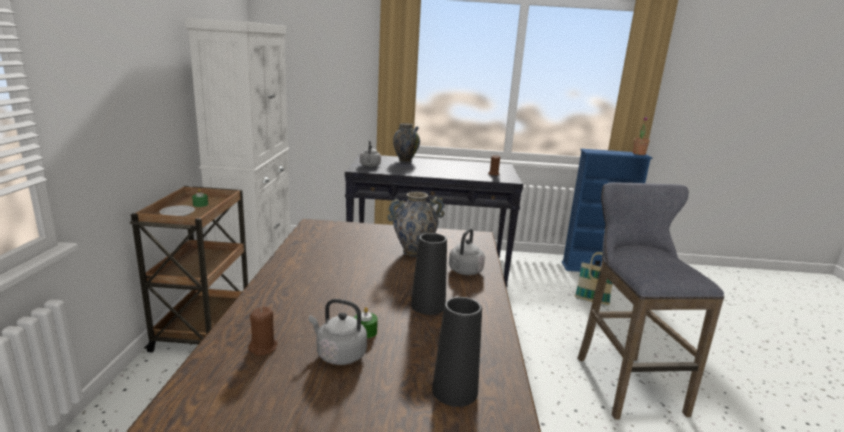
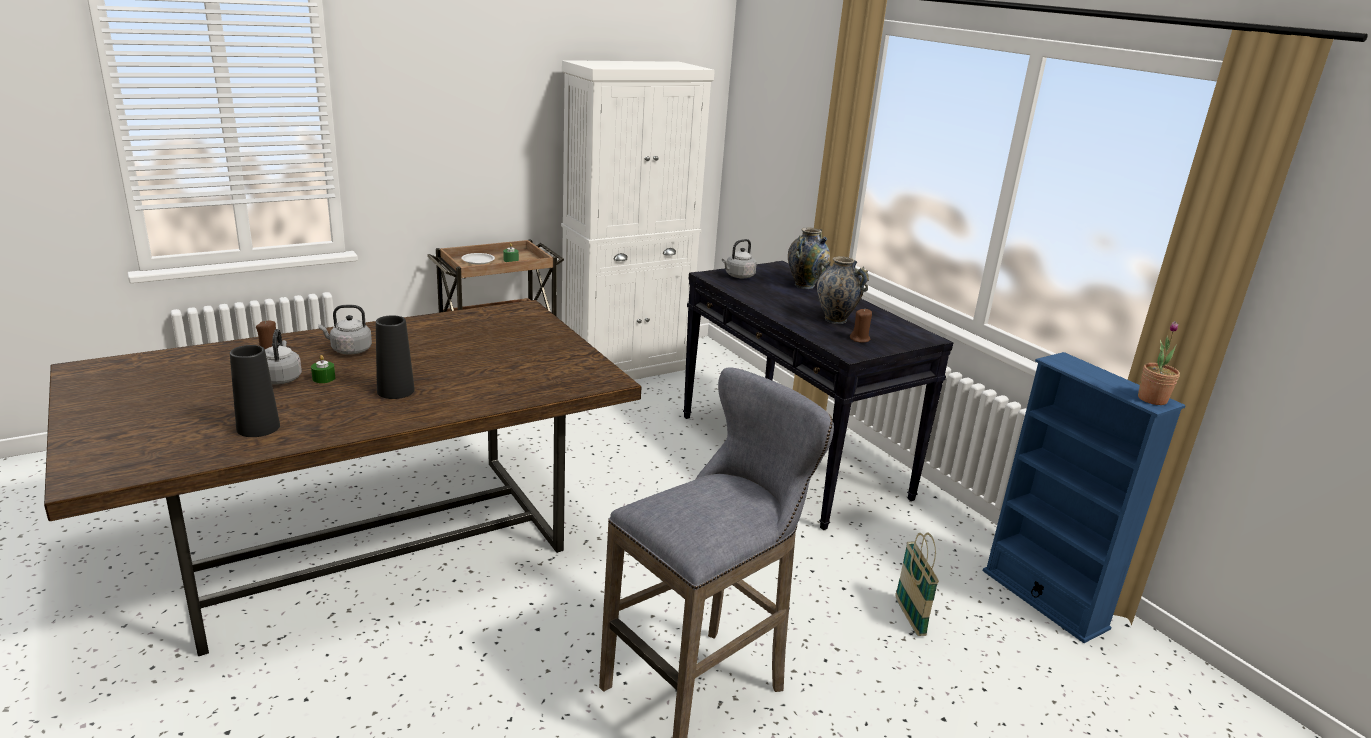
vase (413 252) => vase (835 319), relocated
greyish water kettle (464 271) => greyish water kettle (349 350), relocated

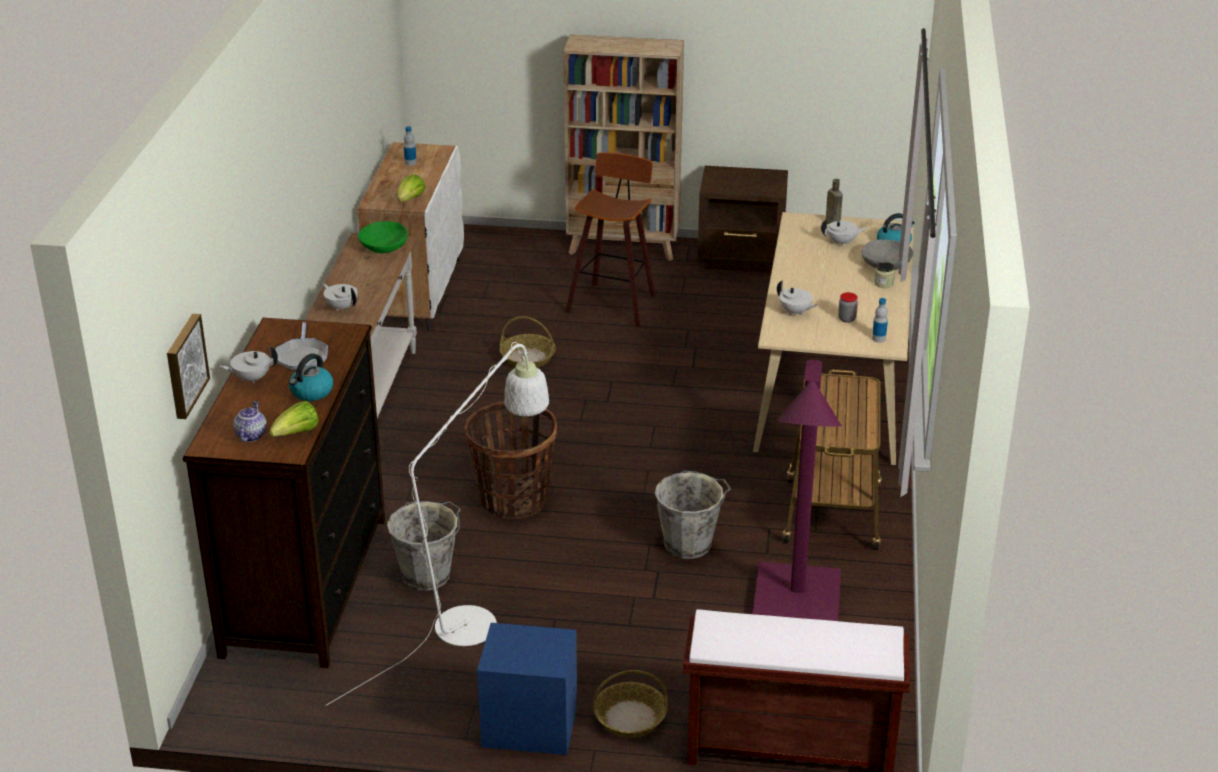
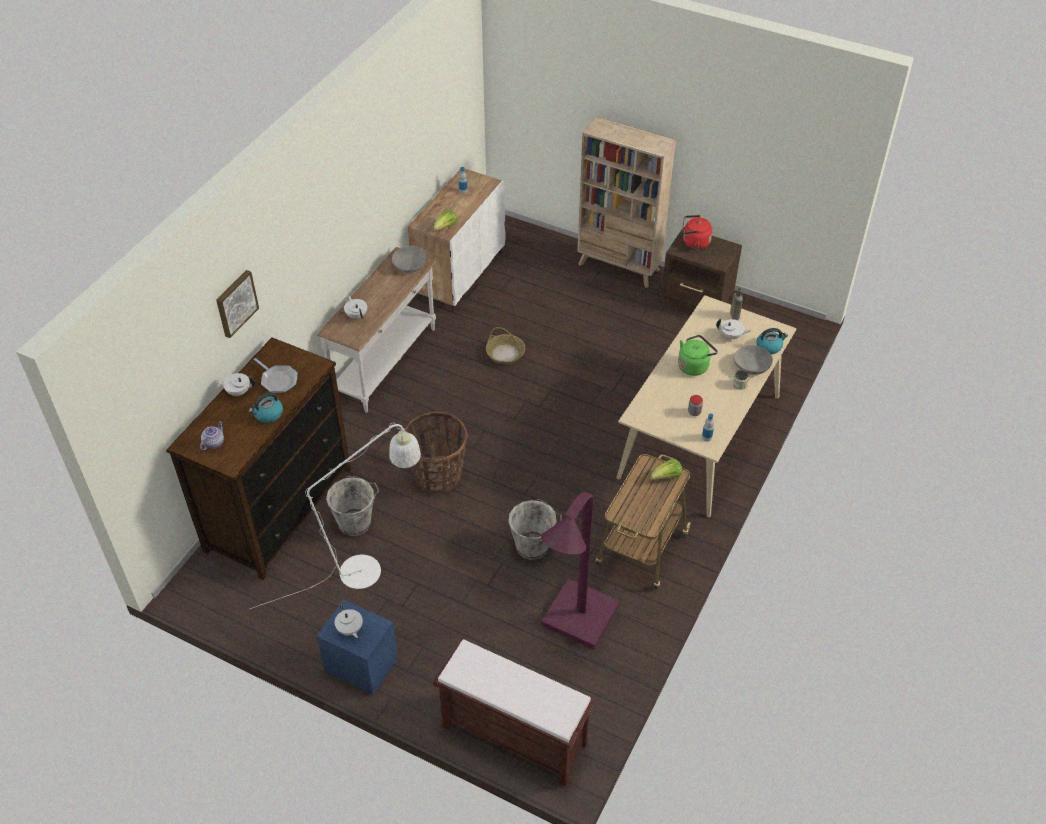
stool (613 302) => nothing
basket (629 718) => nothing
nothing => green water kettle (694 366)
nothing => red water kettle (694 242)
picture (184 365) => picture (235 303), relocated
head of lettuce (296 434) => head of lettuce (666 477), relocated
whitish pot for tea (795 312) => whitish pot for tea (350 629), relocated
green deep dish (384 247) => greyish deep dish (410 266)
frying pan (302 357) => frying pan (278 380), 60 degrees counterclockwise

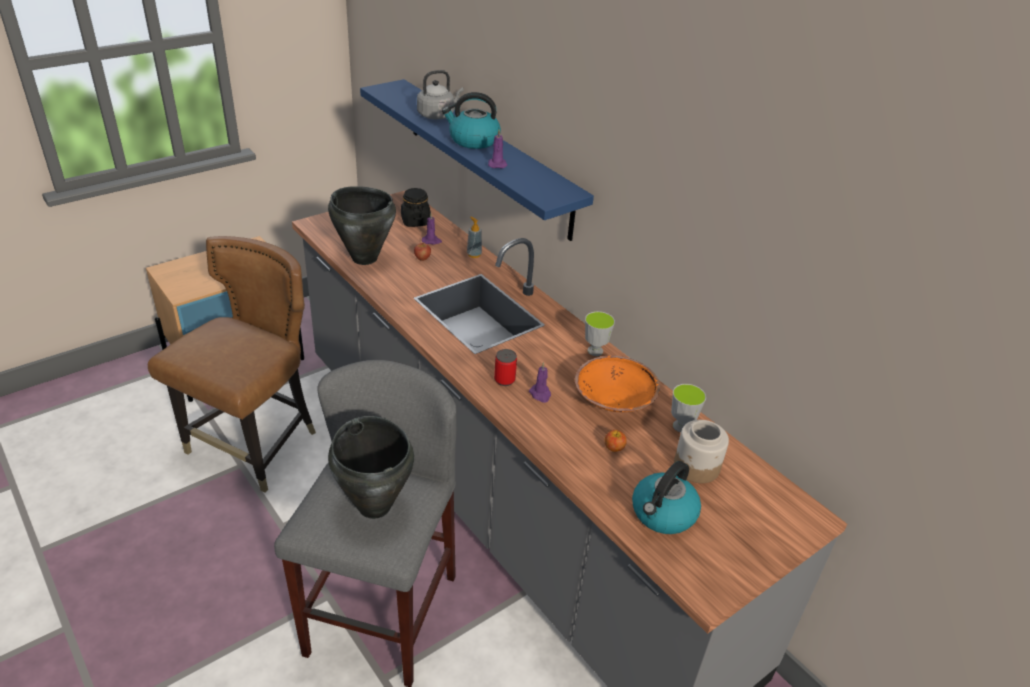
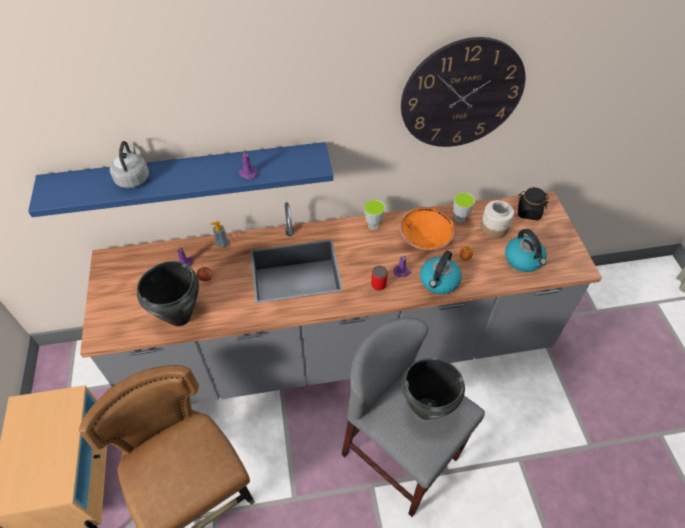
nothing => clock on the wall (462 95)
black-coloured jar (415 221) => black-coloured jar (528 212), relocated
water kettle (473 140) => water kettle (439 281), relocated

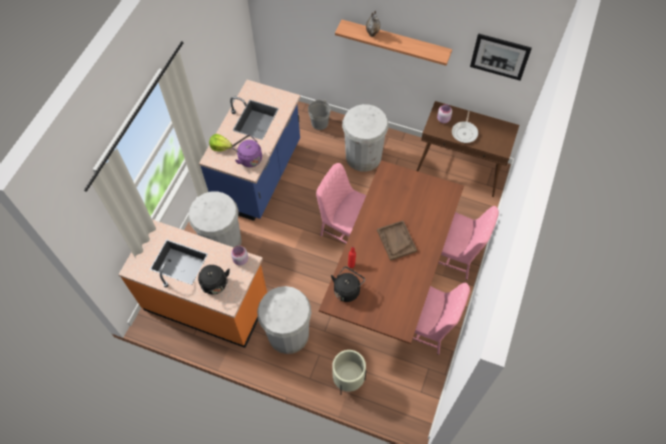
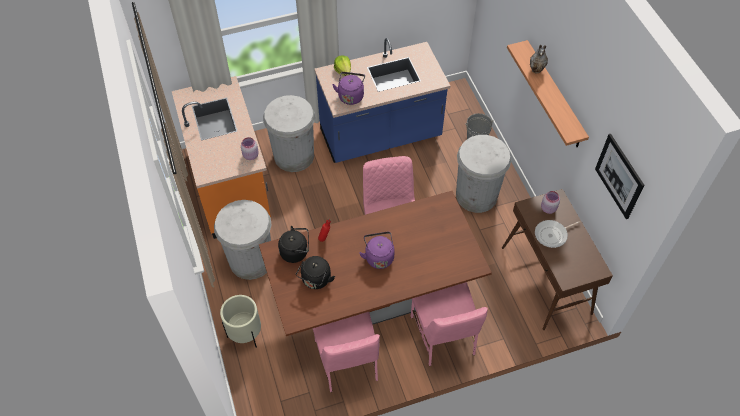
black-coloured water kettle (215 285) => black-coloured water kettle (315 280), relocated
brown tray (396 241) => purplish water kettle (378 256)

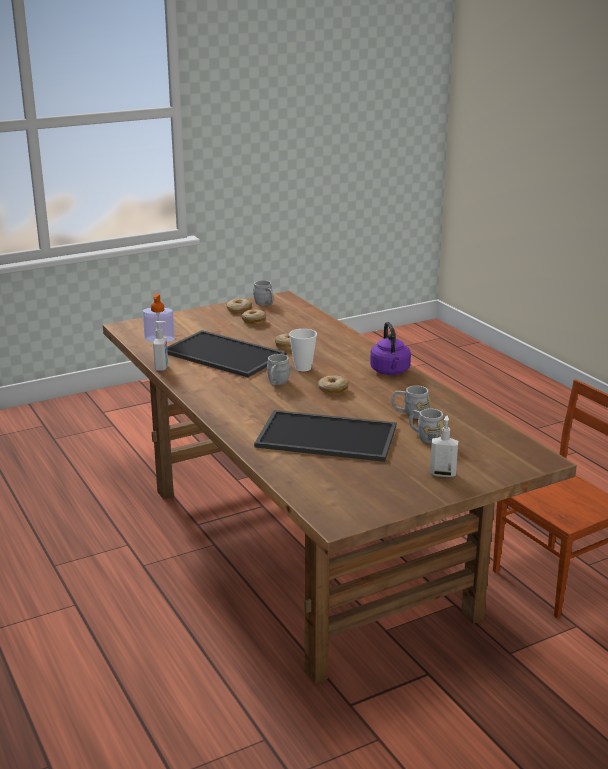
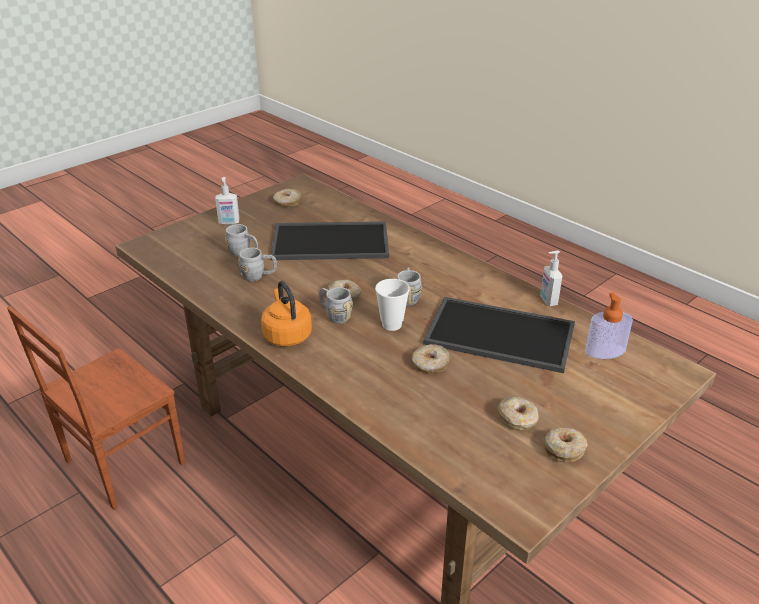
nothing => donut (287 202)
greyish coffee mug (265 304) => greyish coffee mug (334 315), relocated
purplish water kettle (390 371) => orangey water kettle (286 335)

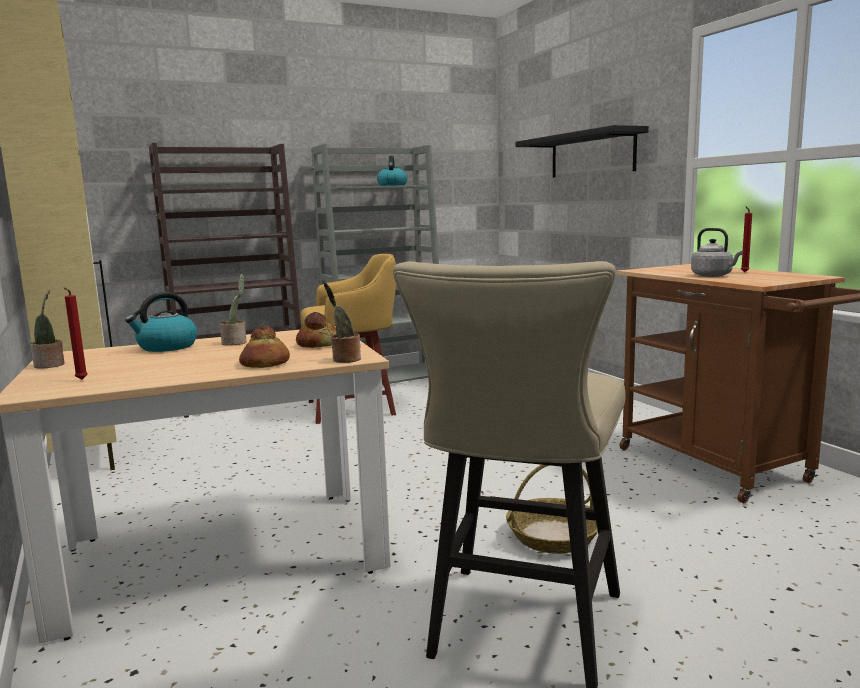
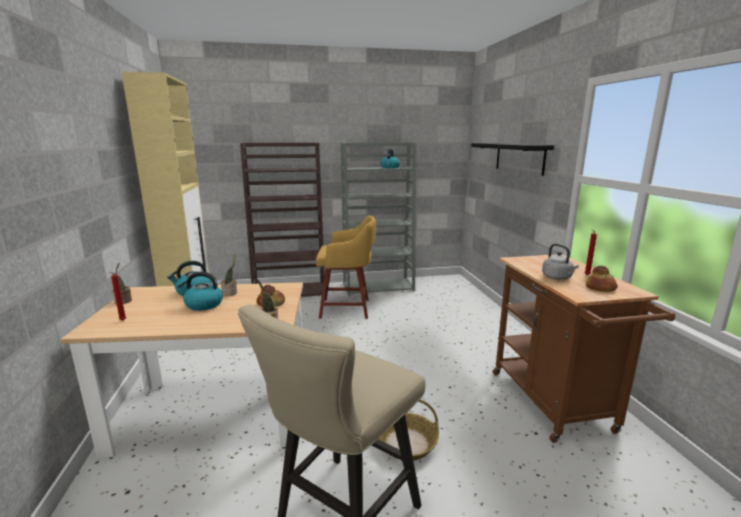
nothing => water kettle (203 305)
bread (266 364) => bread (600 288), relocated

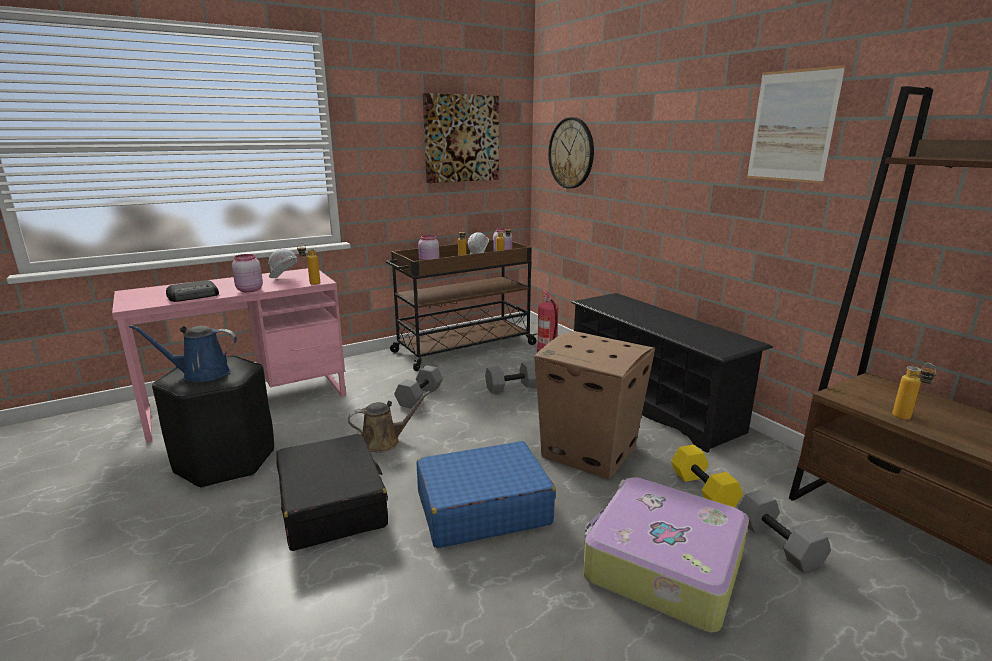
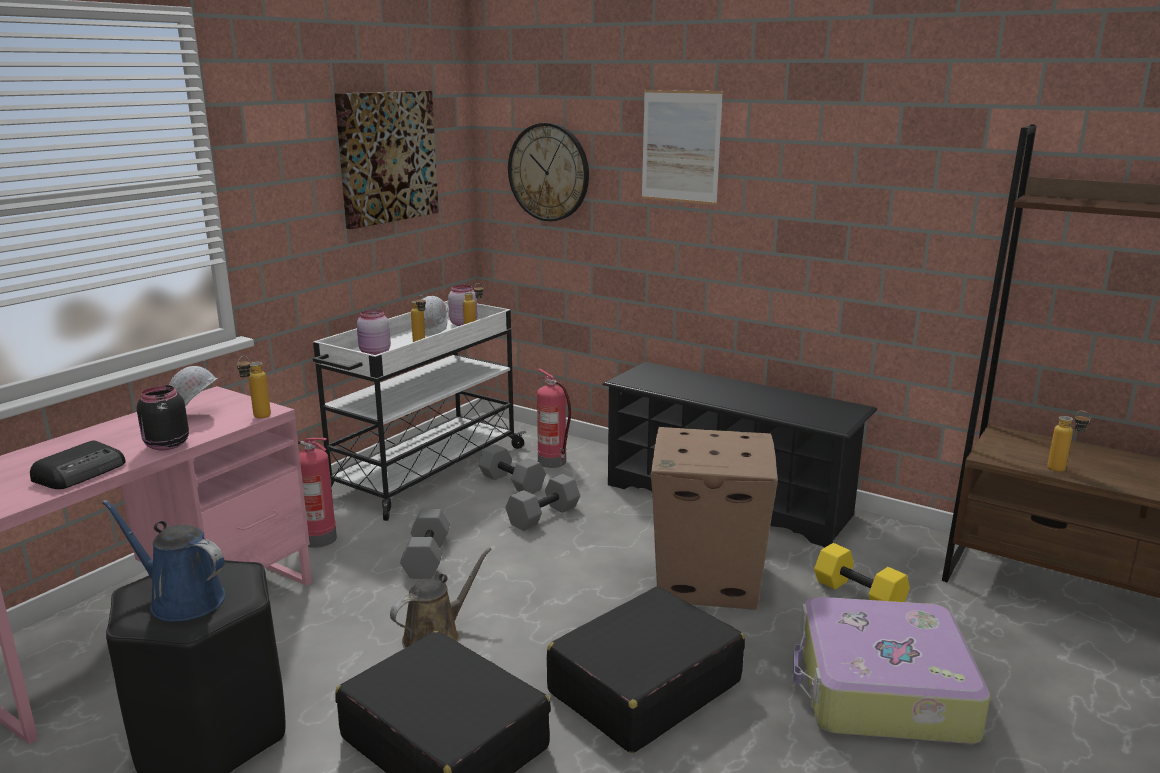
nothing => fire extinguisher (317 538)
greyish dumbbell (780 544) => greyish dumbbell (513 482), relocated
picture (792 126) => picture (680 147), relocated
pink jar (249 290) => black-coloured jar (166 445)
brown wheeled cart (462 348) => whitish wheeled cart (425 472)
blue-coloured piece of luggage (482 508) => black-coloured piece of luggage (644 687)
blue-coloured watering can (201 374) => blue-coloured watering can (181 600), 60 degrees clockwise

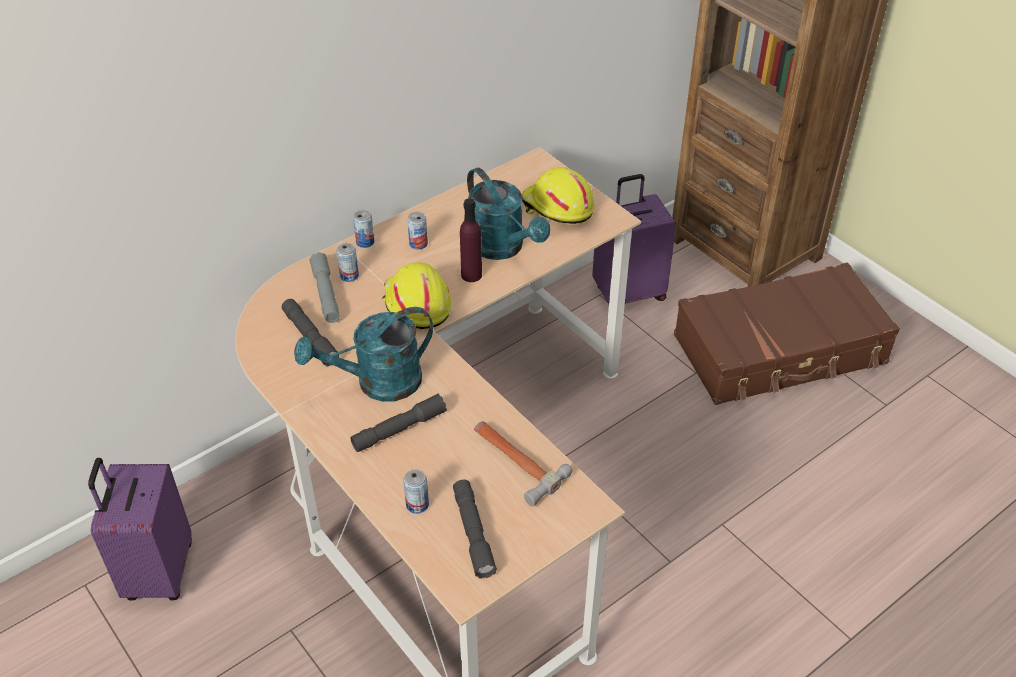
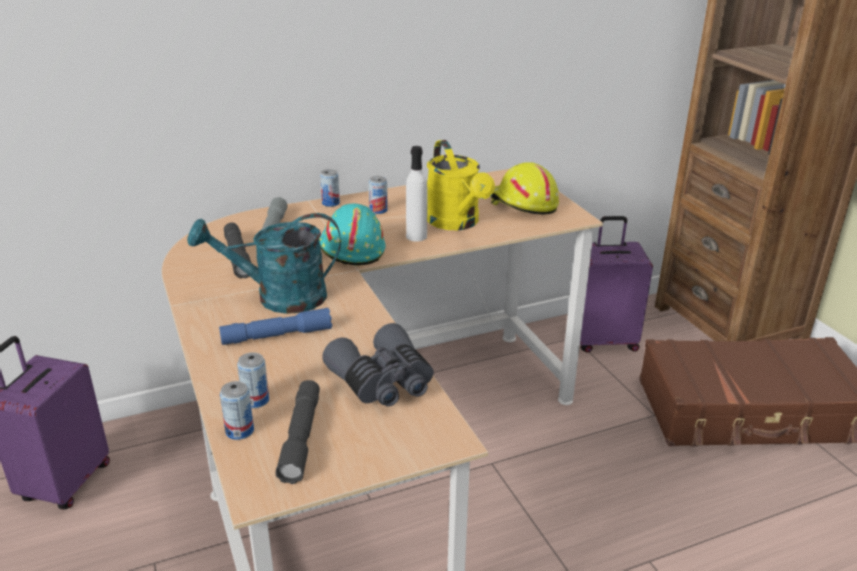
sealed can (349 276) => sealed can (239 431), relocated
hand hammer (515 461) => greyish pair of binoculars (383 382)
greyish flashlight (399 429) => blue-coloured flashlight (277 335)
yellow hard hat (415 304) => turquoise-coloured hard hat (351 248)
purplish beverage bottle (471 275) => whitish beverage bottle (416 236)
turquoise-coloured watering can (503 248) => yellow watering can (457 223)

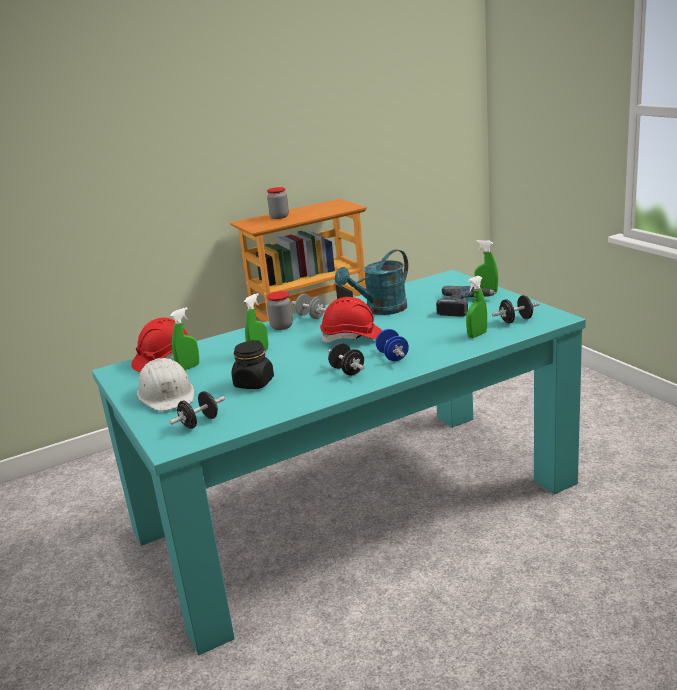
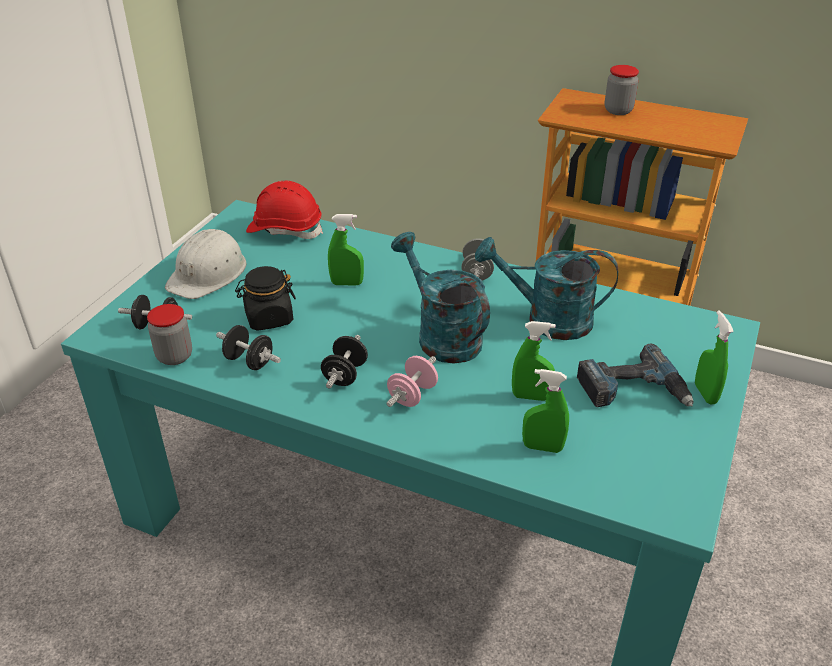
green sprayer (188 368) => green sprayer (531 396), relocated
jar (281 326) => jar (174 356), relocated
black-coloured dumbbell (516 320) => black-coloured dumbbell (249 361), relocated
red hard hat (352 338) => turquoise-coloured watering can (441 335)
blue-coloured dumbbell (392 356) => pink dumbbell (412 395)

